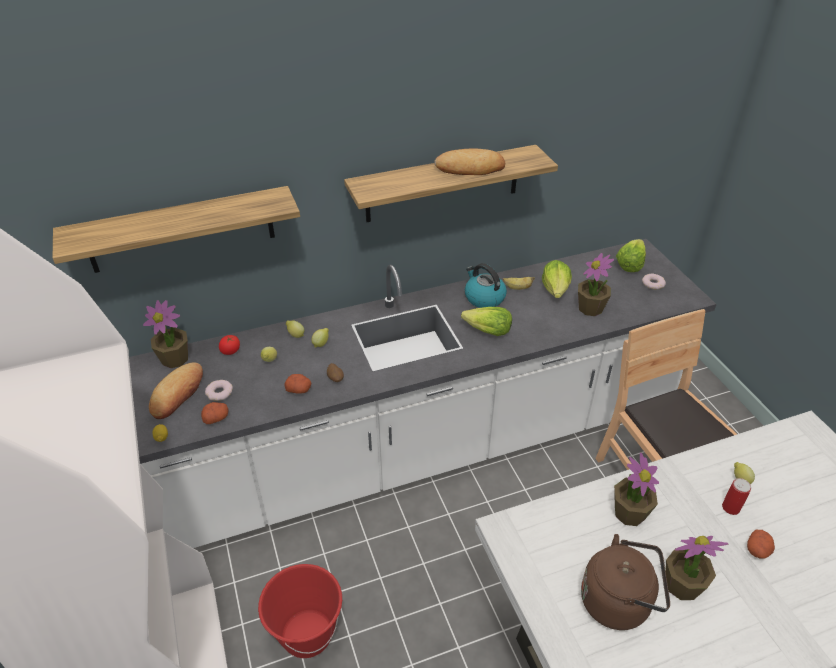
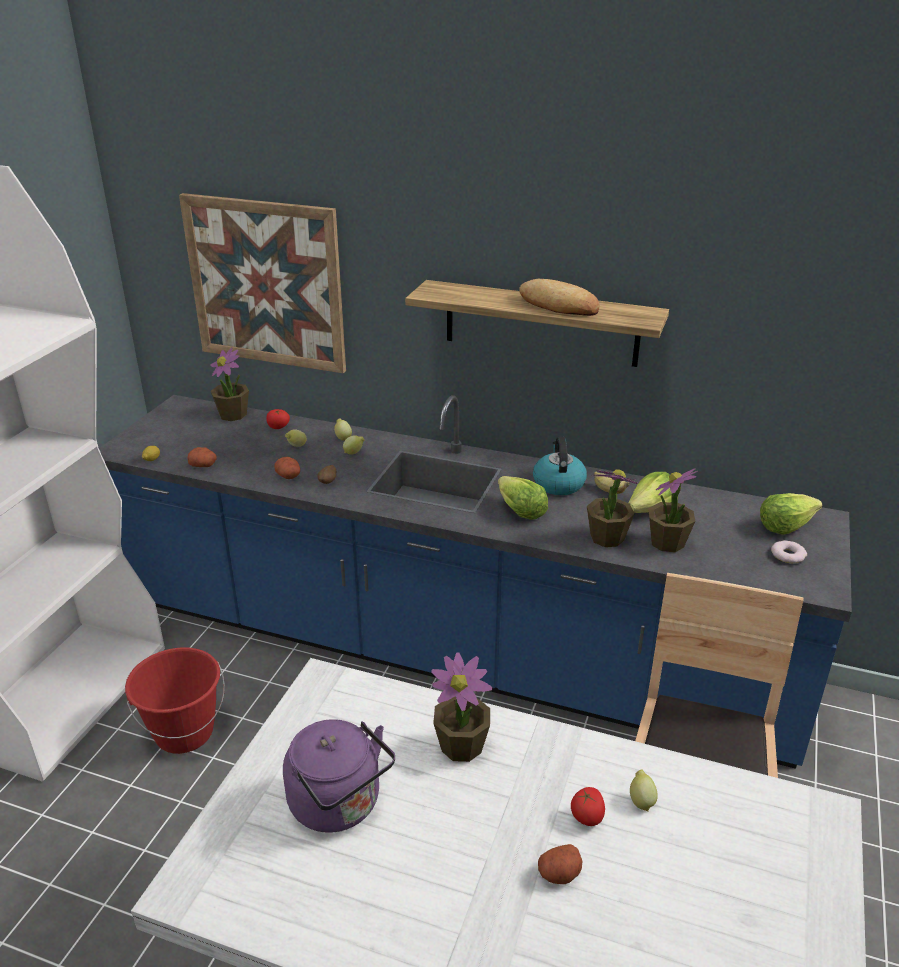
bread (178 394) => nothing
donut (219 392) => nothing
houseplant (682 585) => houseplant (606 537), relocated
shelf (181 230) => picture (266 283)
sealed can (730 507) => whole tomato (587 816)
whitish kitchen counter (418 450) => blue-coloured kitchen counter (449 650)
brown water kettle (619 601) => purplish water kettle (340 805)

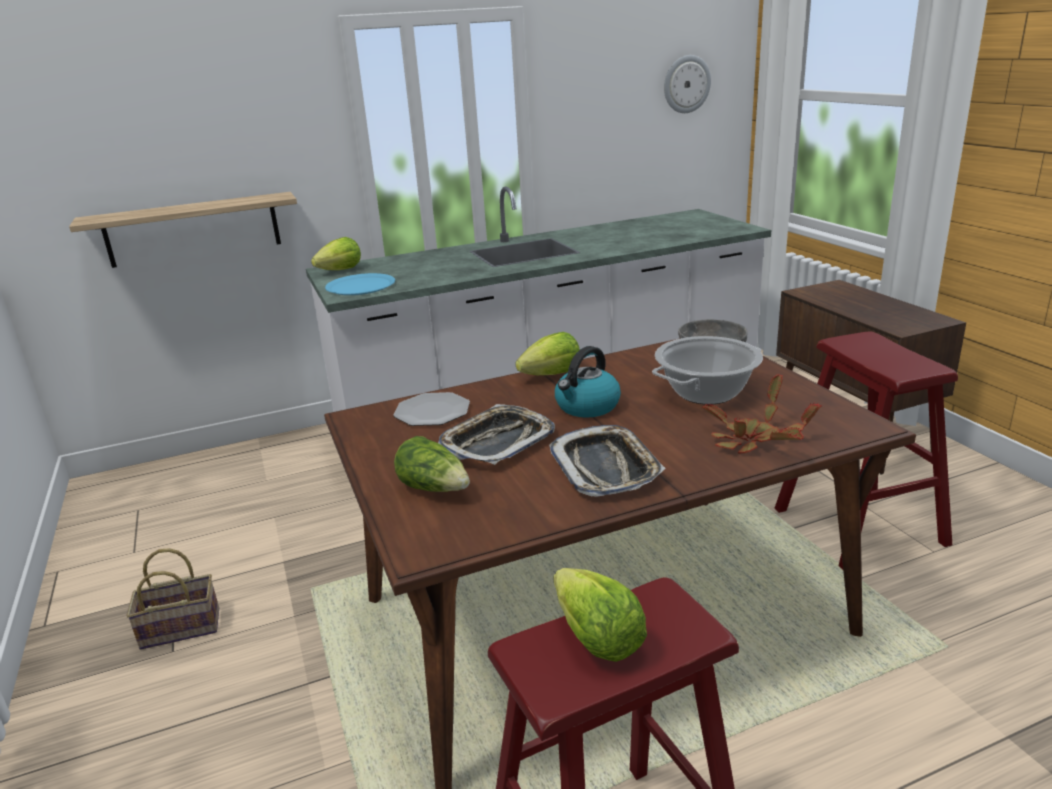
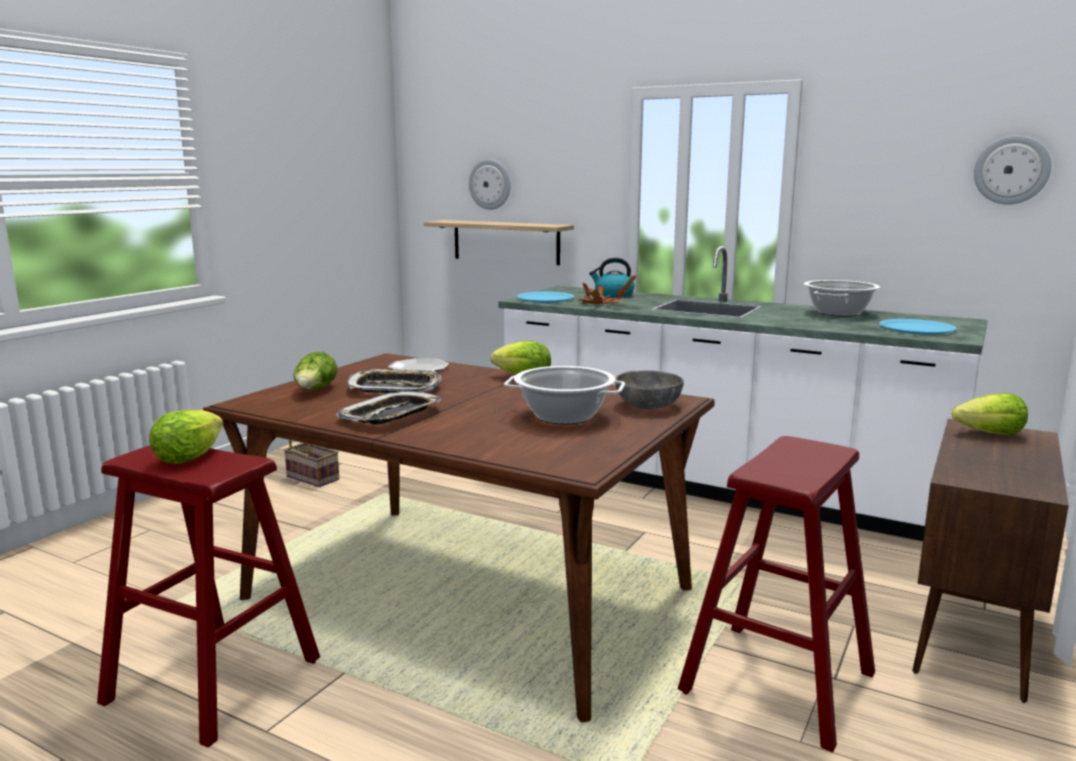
nothing => clock on the wall (490 184)
nothing => saucepot (838 313)
nothing => blue-coloured plate (916 328)
head of lettuce (341 270) => head of lettuce (990 434), relocated
water kettle (587 407) => water kettle (613 295), relocated
houseplant (753 441) => houseplant (601 304), relocated

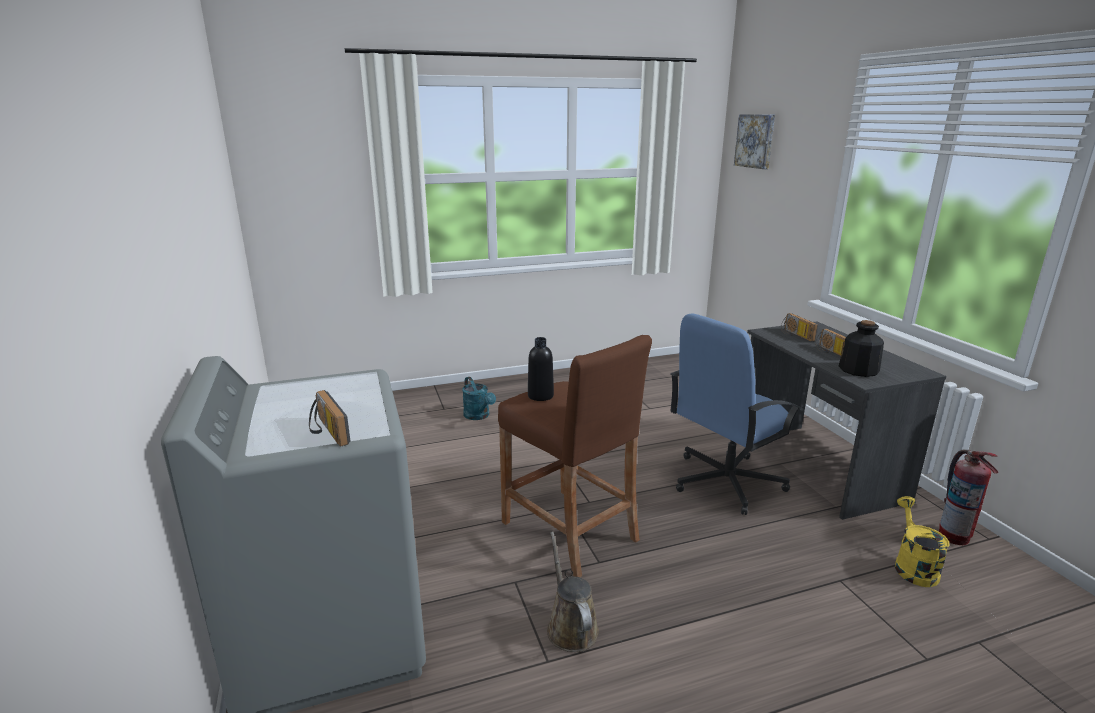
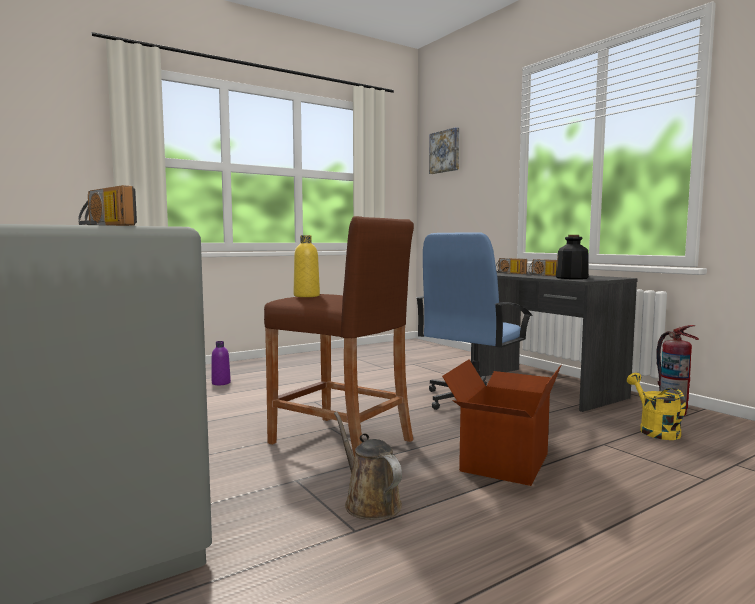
nothing => carton (503 461)
turquoise-coloured watering can (479 416) => purplish beverage bottle (221 383)
black-coloured beverage bottle (540 396) => yellow beverage bottle (306 296)

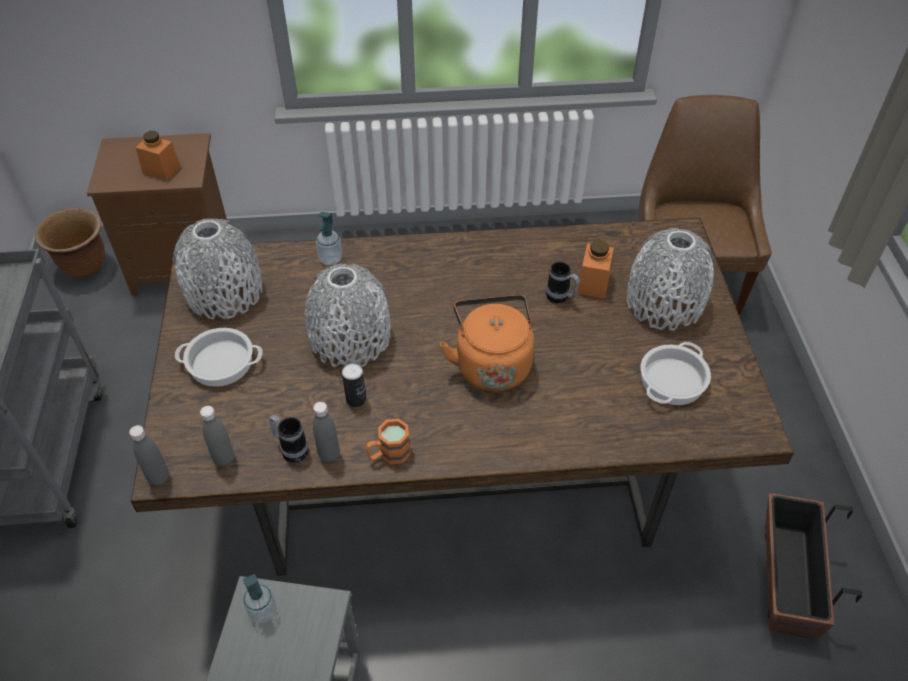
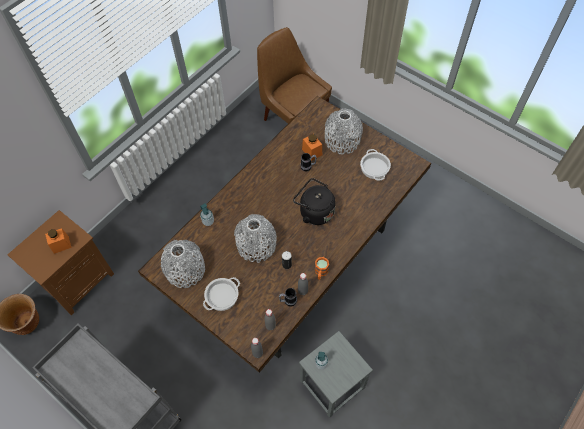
planter (787 579) => nothing
orangey water kettle (491 364) => black-coloured water kettle (314 212)

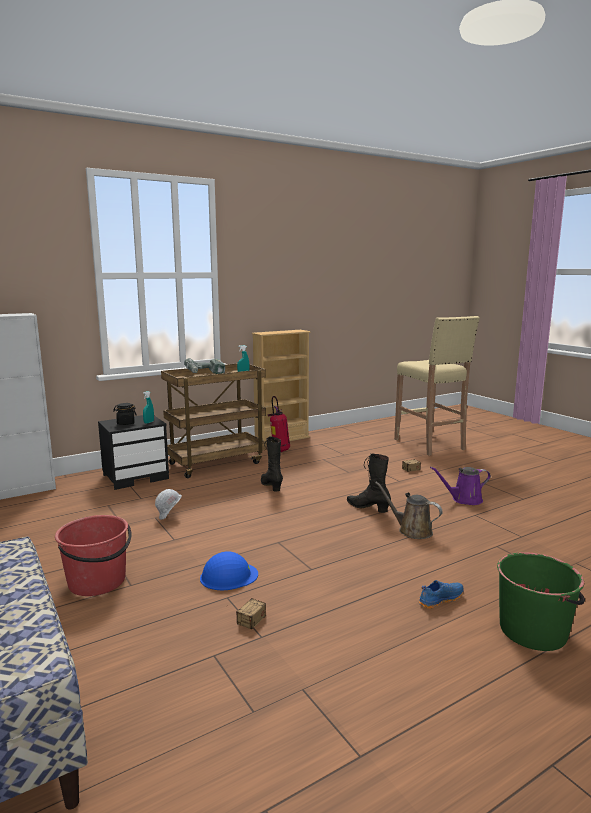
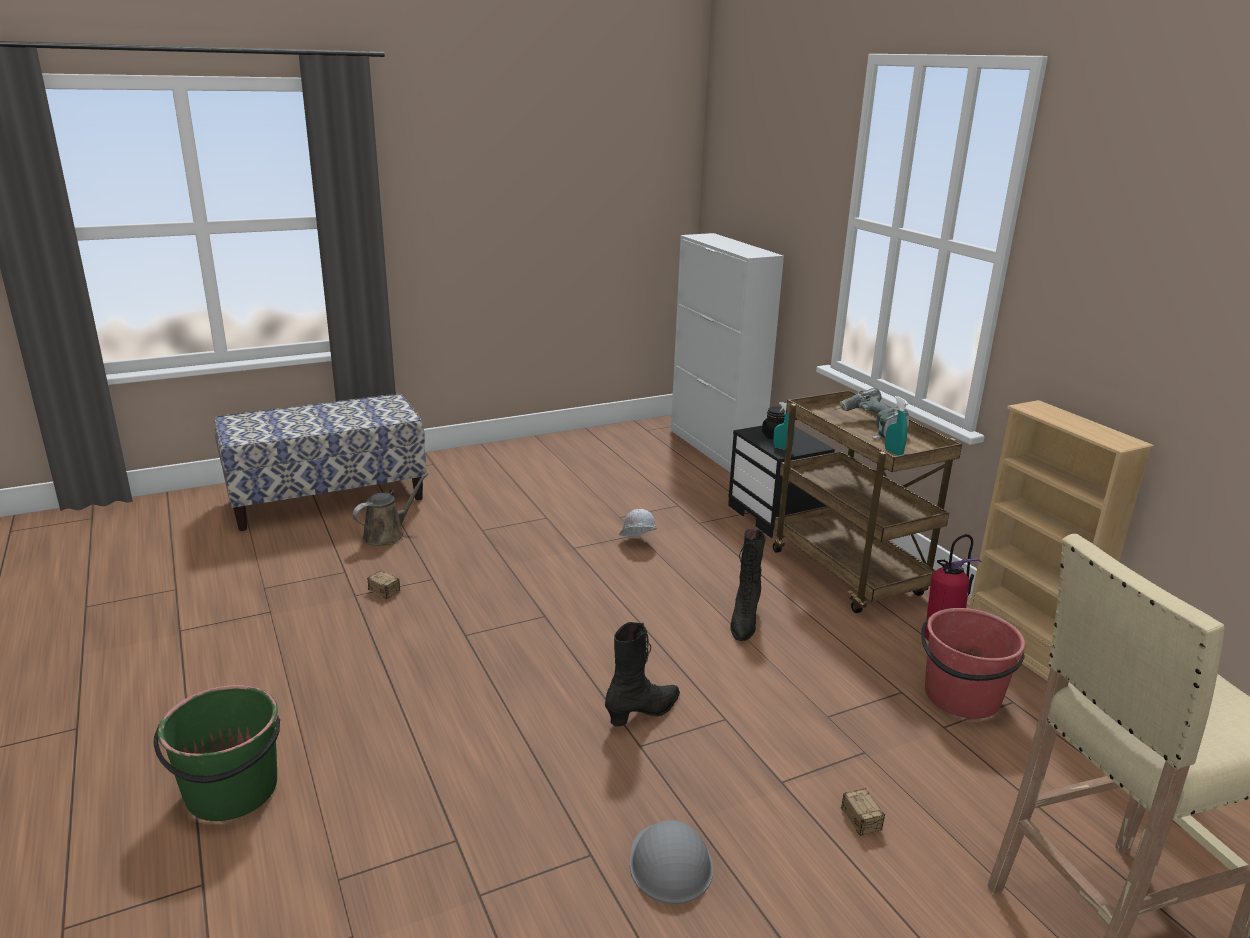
blue-coloured hard hat (228 576) => nothing
blue-coloured shoe (440 599) => nothing
red bucket (98 582) => red bucket (961 697), relocated
brown watering can (412 530) => brown watering can (387 535), relocated
purplish watering can (464 500) => greyish hard hat (670 862)
black-coloured tall boot (271 486) => black-coloured tall boot (744 621), 120 degrees clockwise

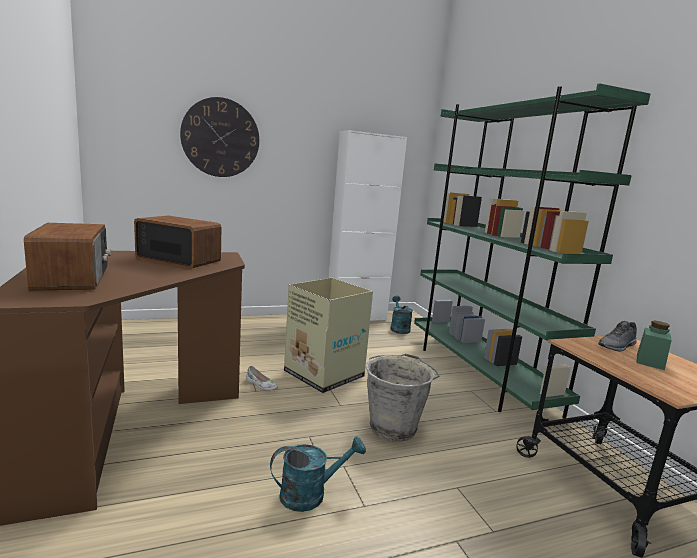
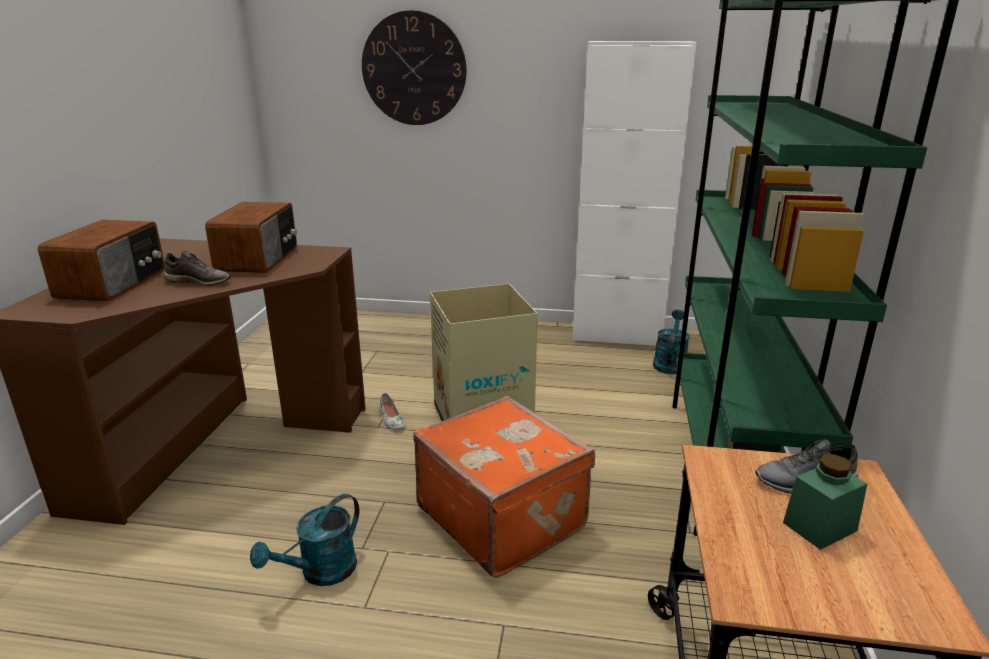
nothing => greyish shoe (199 281)
greyish bucket (393 427) => orangey piece of luggage (503 516)
radio (179 259) => radio (259 259), 45 degrees clockwise
turquoise-coloured watering can (311 494) => turquoise-coloured watering can (320 573), 120 degrees clockwise

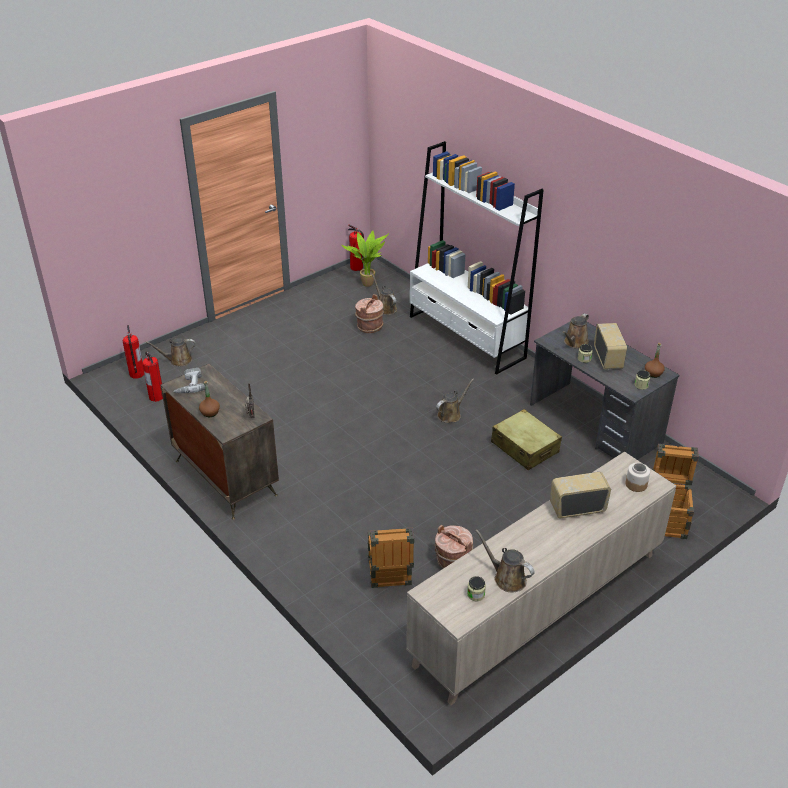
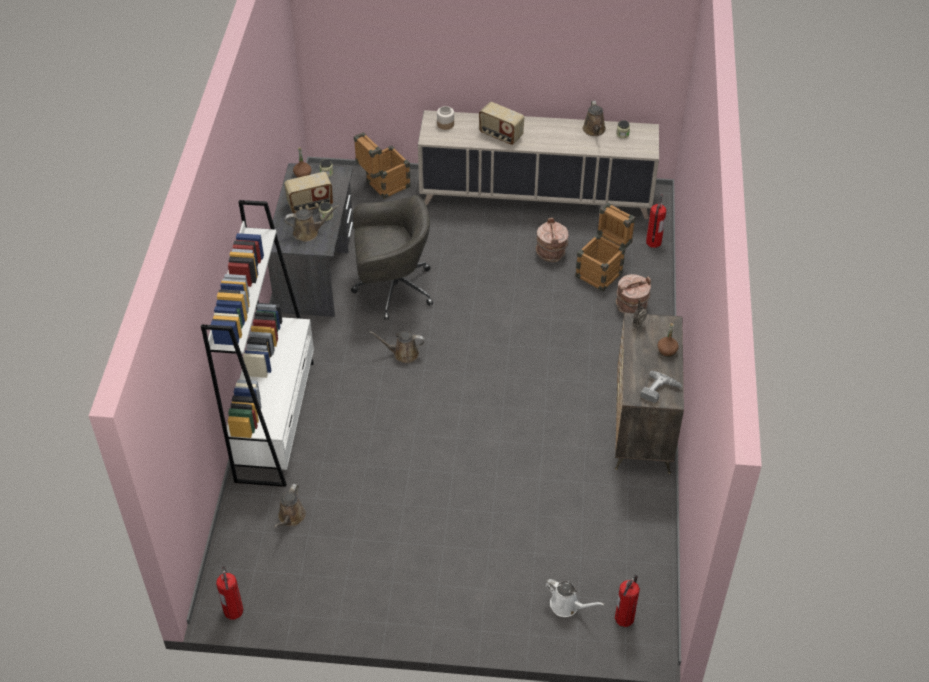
houseplant (368 283) => nothing
fire extinguisher (156 396) => fire extinguisher (653 242), relocated
brown bucket (369 326) => brown bucket (631 306), relocated
beige-coloured piece of luggage (524 447) => greyish computer chair (392 289)
brown watering can (178 360) => whitish watering can (567 606)
radio (608 359) => radio (310 204), 150 degrees counterclockwise

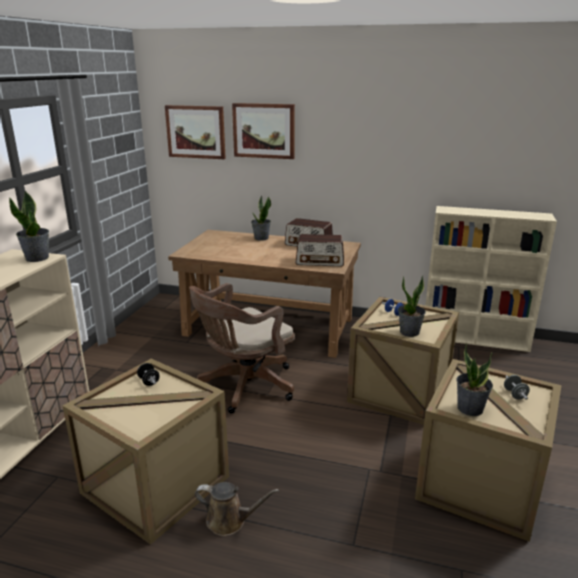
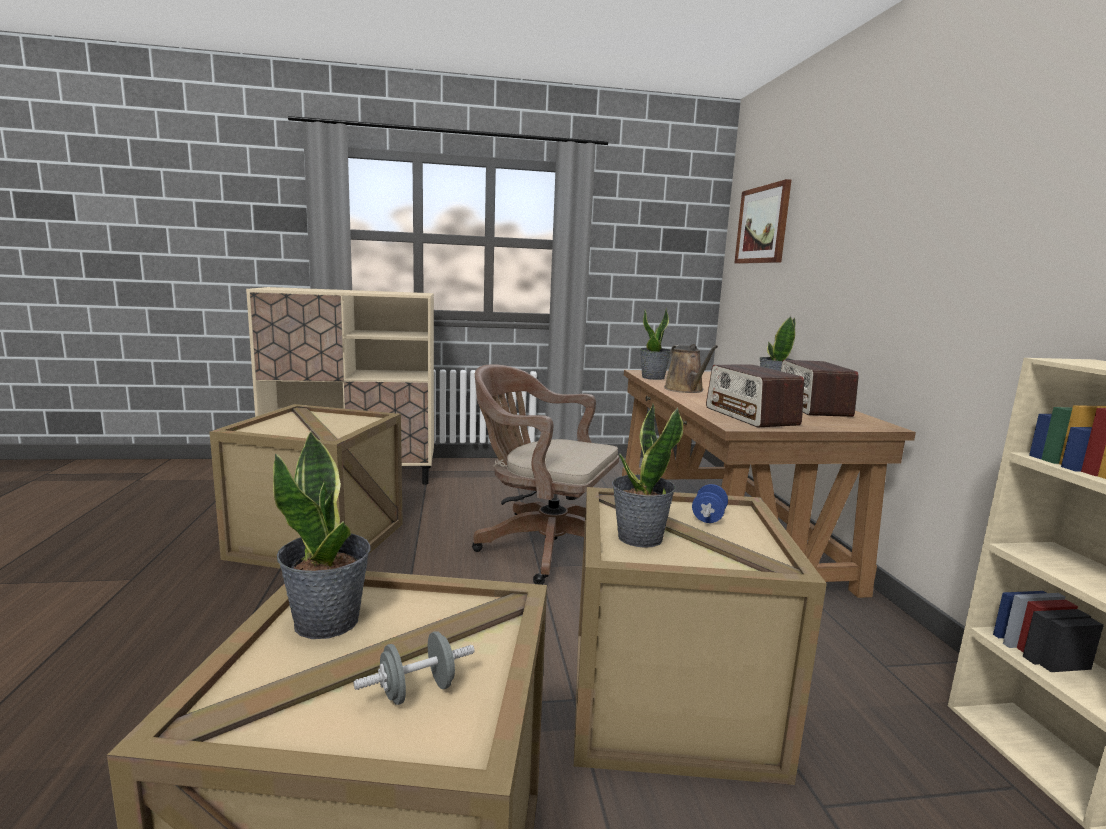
black-coloured dumbbell (149 381) => nothing
picture (264 131) => nothing
houseplant (37 258) => houseplant (653 377), relocated
brown watering can (230 521) => brown watering can (685 390), relocated

